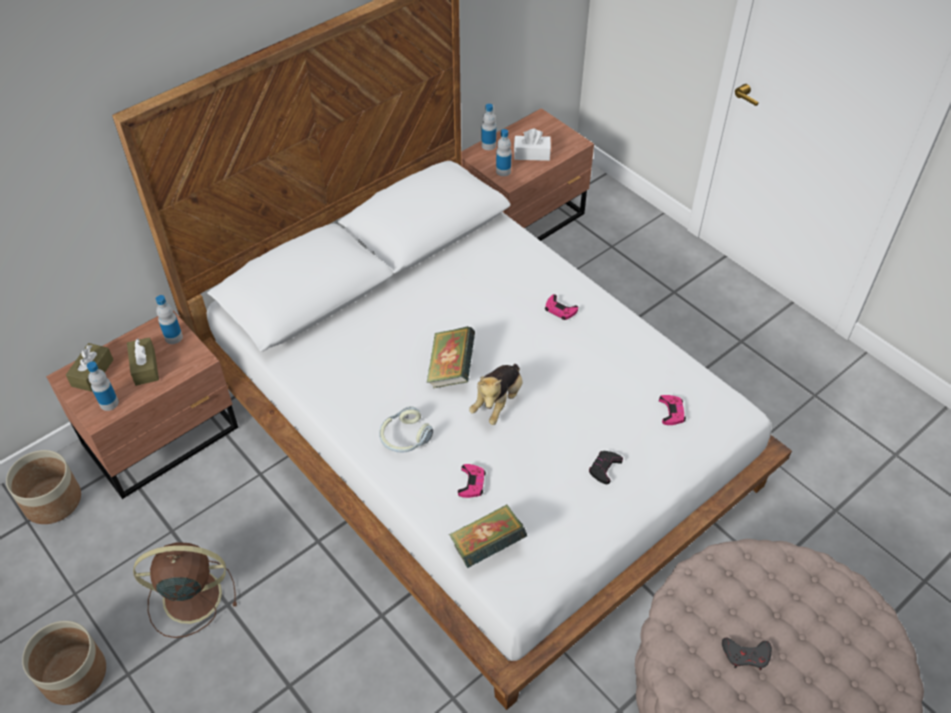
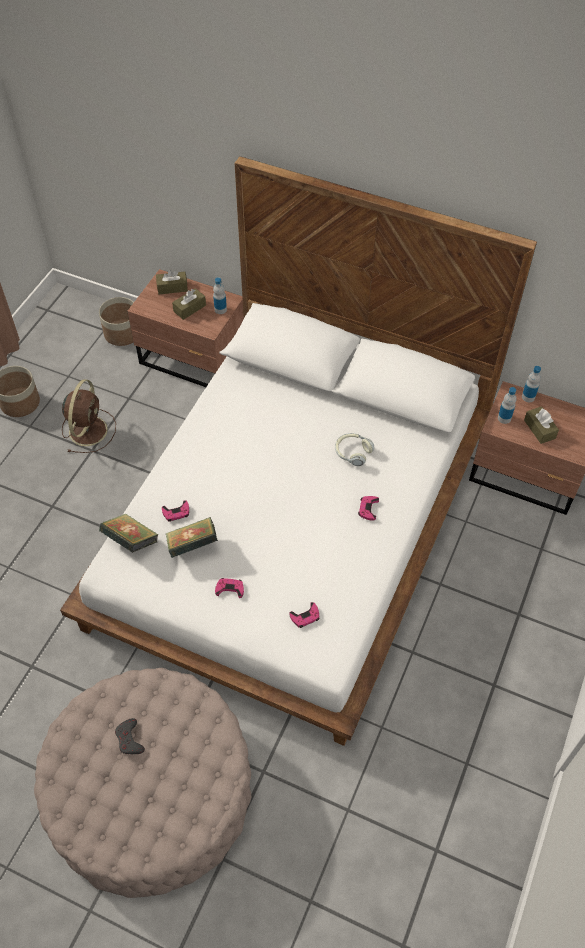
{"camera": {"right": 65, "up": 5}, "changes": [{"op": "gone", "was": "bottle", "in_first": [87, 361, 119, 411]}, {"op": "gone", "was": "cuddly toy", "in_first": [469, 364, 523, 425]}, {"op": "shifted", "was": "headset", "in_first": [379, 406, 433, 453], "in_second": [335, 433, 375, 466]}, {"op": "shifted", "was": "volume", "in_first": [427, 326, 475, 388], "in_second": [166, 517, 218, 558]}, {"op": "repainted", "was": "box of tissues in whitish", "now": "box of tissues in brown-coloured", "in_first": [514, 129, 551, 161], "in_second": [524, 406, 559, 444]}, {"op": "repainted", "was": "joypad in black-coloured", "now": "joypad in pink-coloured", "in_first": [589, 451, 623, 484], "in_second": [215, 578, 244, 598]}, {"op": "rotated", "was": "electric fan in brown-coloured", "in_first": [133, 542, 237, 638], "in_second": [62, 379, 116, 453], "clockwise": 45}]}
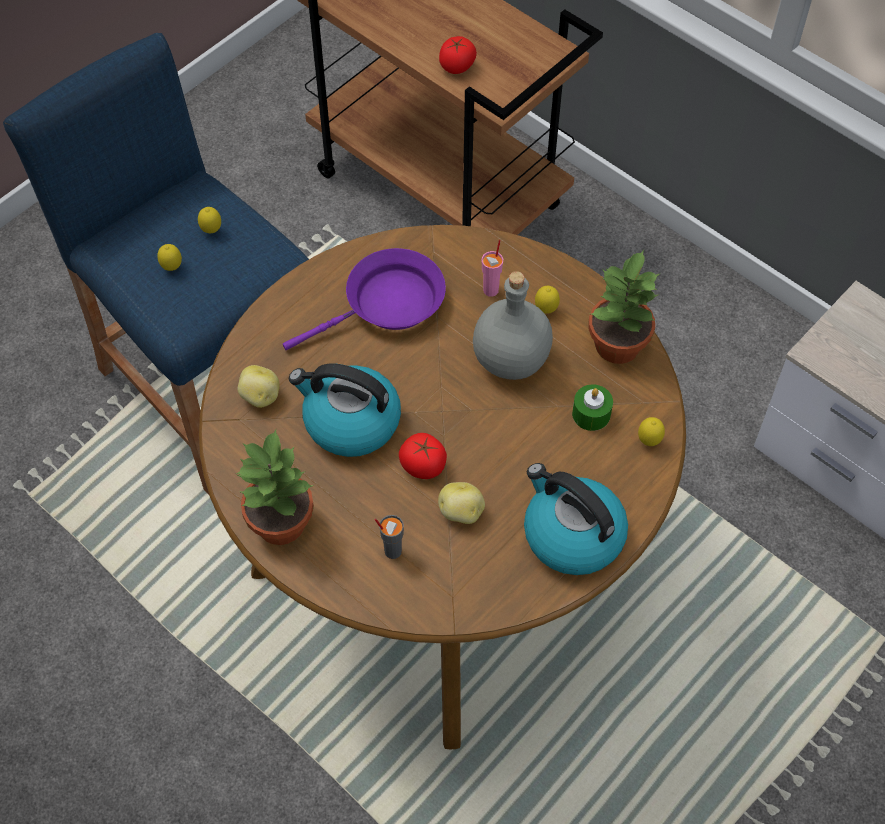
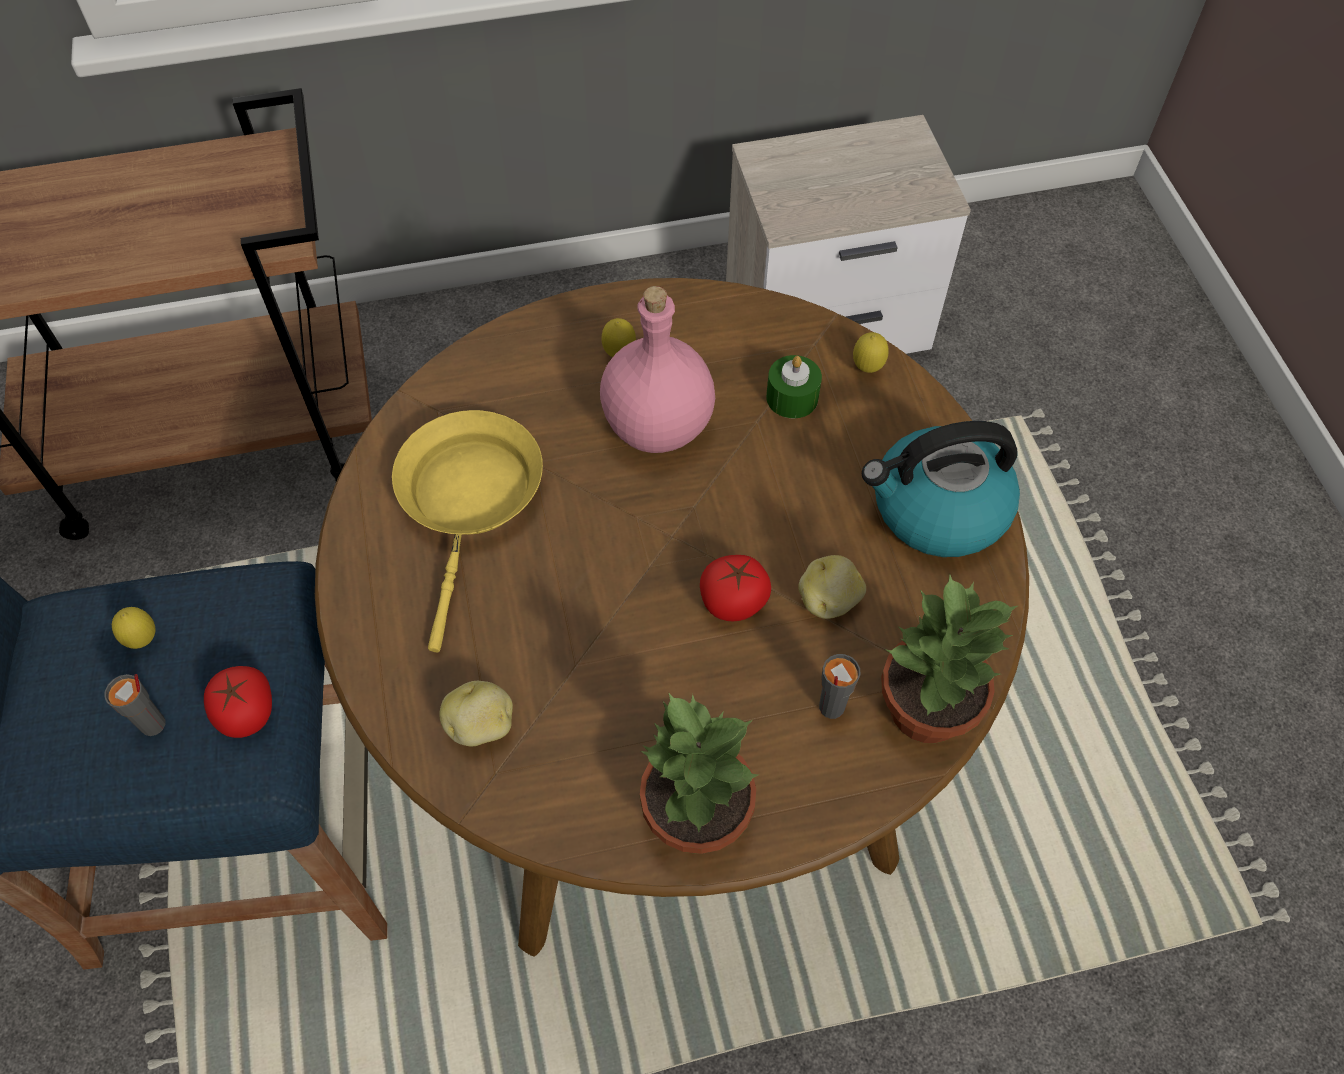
{"camera": {"right": -55, "up": 0}, "changes": [{"op": "gone", "was": "tea kettle", "in_first": [289, 364, 401, 457]}, {"op": "gone", "was": "small cup in pink-coloured", "in_first": [482, 240, 503, 297]}, {"op": "shifted", "was": "fresh tomato", "in_first": [439, 36, 477, 74], "in_second": [204, 666, 272, 738]}, {"op": "shifted", "was": "houseplant", "in_first": [588, 250, 661, 364], "in_second": [881, 574, 1017, 743]}, {"op": "swapped", "was": "whole lemon", "now": "small cup in greyish", "in_first": [157, 244, 182, 271], "in_second": [104, 674, 166, 736]}, {"op": "repainted", "was": "skillet in purple", "now": "skillet in yellow", "in_first": [283, 248, 446, 350], "in_second": [392, 410, 543, 653]}, {"op": "repainted", "was": "bottle in greyish", "now": "bottle in pink-coloured", "in_first": [473, 271, 553, 380], "in_second": [600, 286, 715, 453]}]}
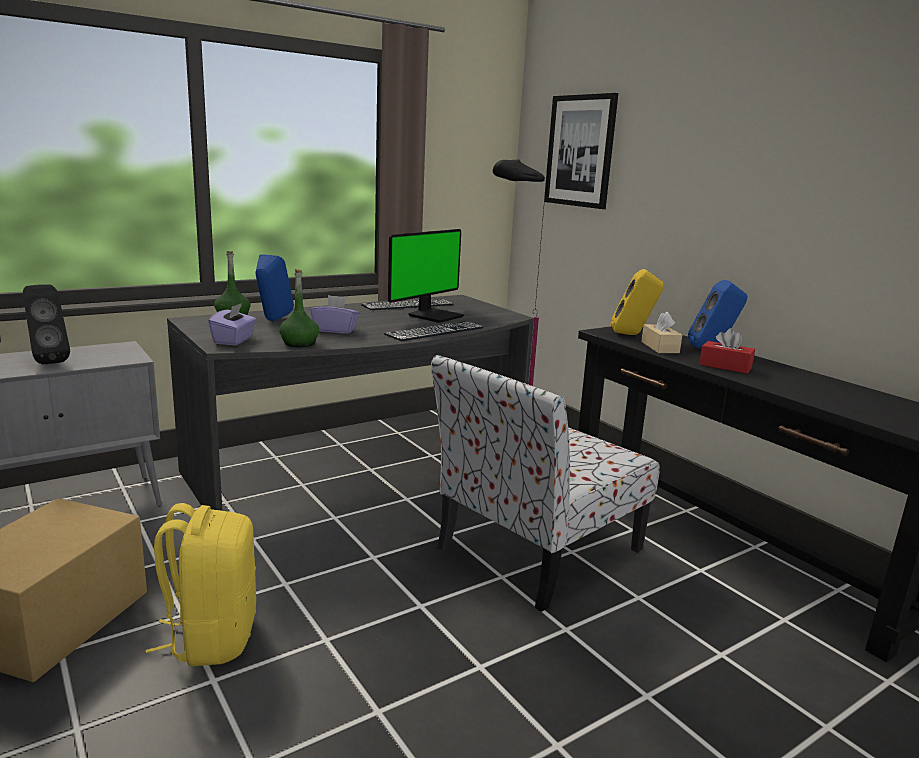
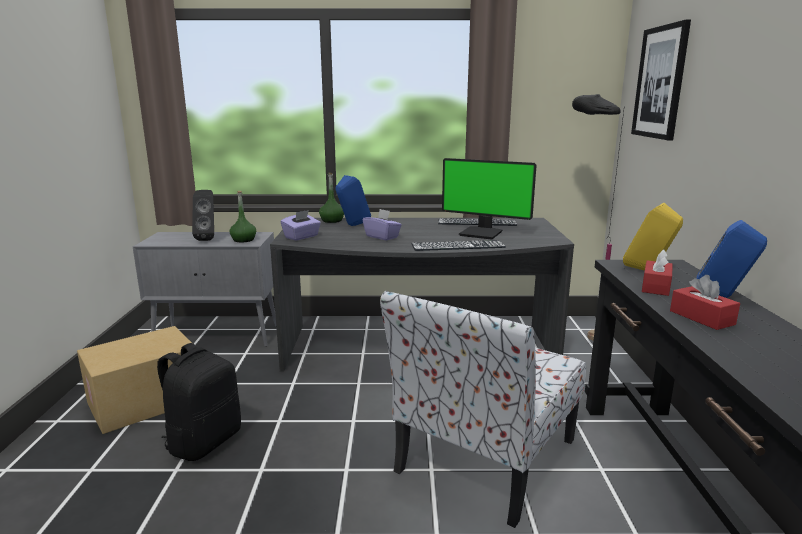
{"camera": {"right": 35, "up": 0}, "changes": [{"op": "shifted", "was": "bottle in greenish", "in_first": [279, 269, 319, 347], "in_second": [230, 191, 256, 242]}, {"op": "repainted", "was": "rucksack in yellow", "now": "rucksack in black-coloured", "in_first": [146, 503, 256, 666], "in_second": [157, 343, 241, 461]}, {"op": "repainted", "was": "box of tissues in beige-coloured", "now": "box of tissues in red", "in_first": [641, 312, 682, 353], "in_second": [642, 249, 673, 296]}, {"op": "rotated", "was": "monitor", "in_first": [388, 229, 464, 323], "in_second": [442, 158, 537, 240], "clockwise": 45}, {"op": "rotated", "was": "plain chair", "in_first": [431, 355, 660, 612], "in_second": [380, 291, 586, 528], "clockwise": -45}]}
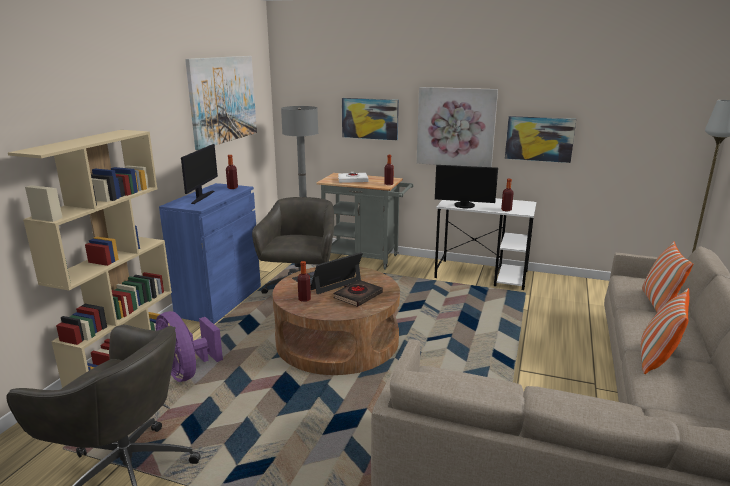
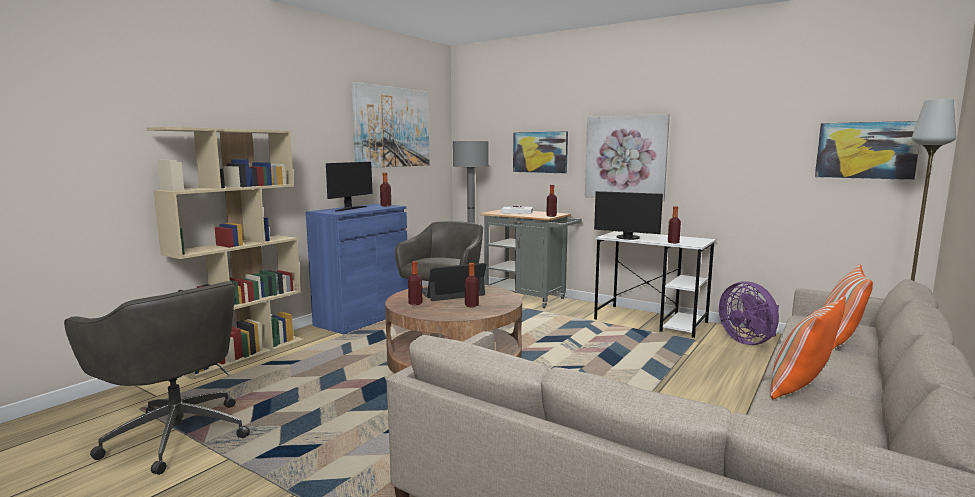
{"camera": {"right": 15, "up": -10}, "changes": [{"op": "shifted", "was": "electric fan in purple", "in_first": [155, 311, 223, 382], "in_second": [719, 281, 779, 345]}, {"op": "shifted", "was": "picture", "in_first": [505, 116, 576, 163], "in_second": [815, 121, 919, 180]}, {"op": "swapped", "was": "volume in black-coloured", "now": "bottle", "in_first": [333, 280, 383, 307], "in_second": [465, 263, 479, 307]}]}
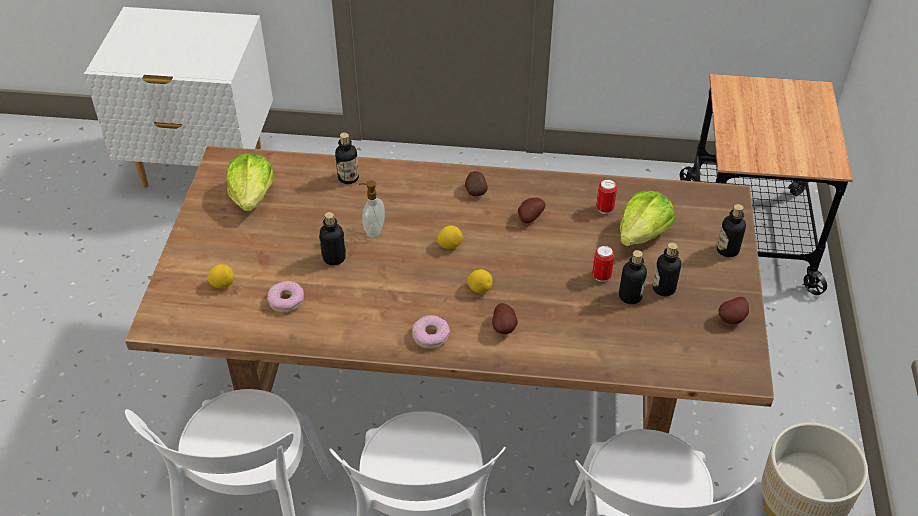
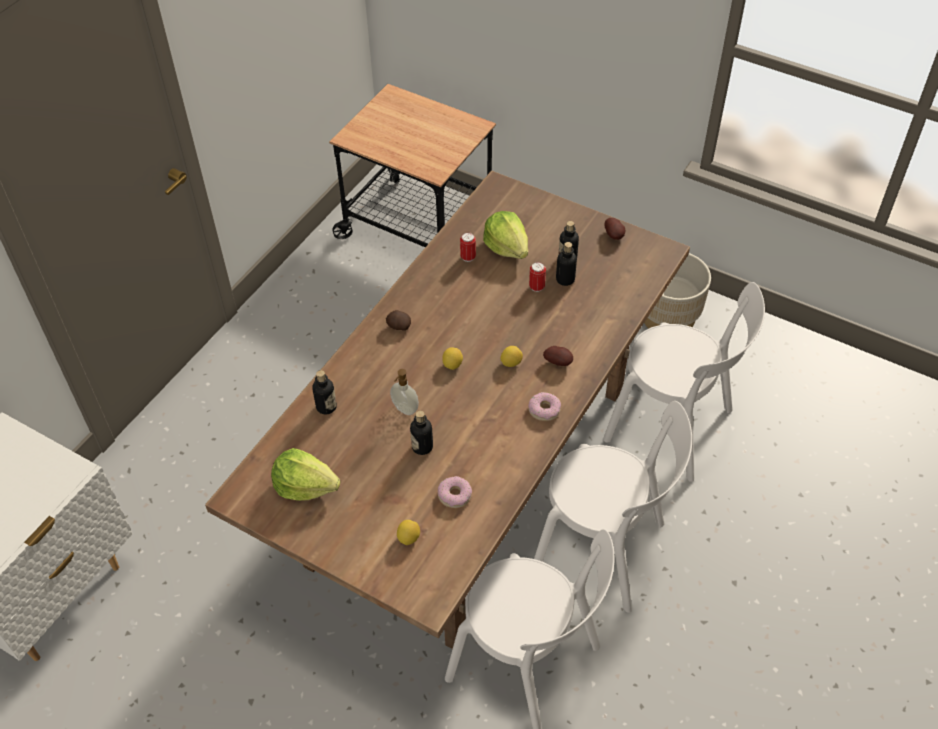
{"camera": {"right": -65, "up": 5}, "changes": [{"op": "gone", "was": "potato", "in_first": [518, 198, 545, 224]}, {"op": "gone", "was": "bottle", "in_first": [717, 204, 746, 257]}]}
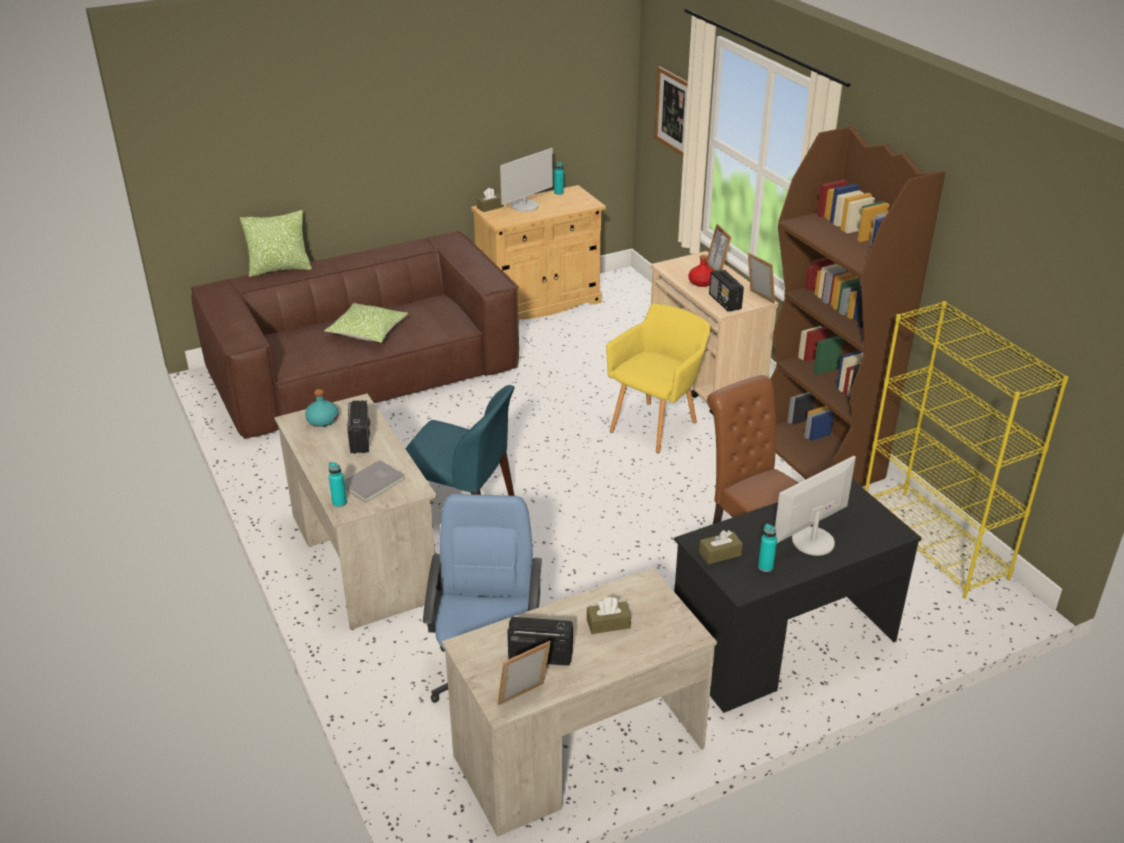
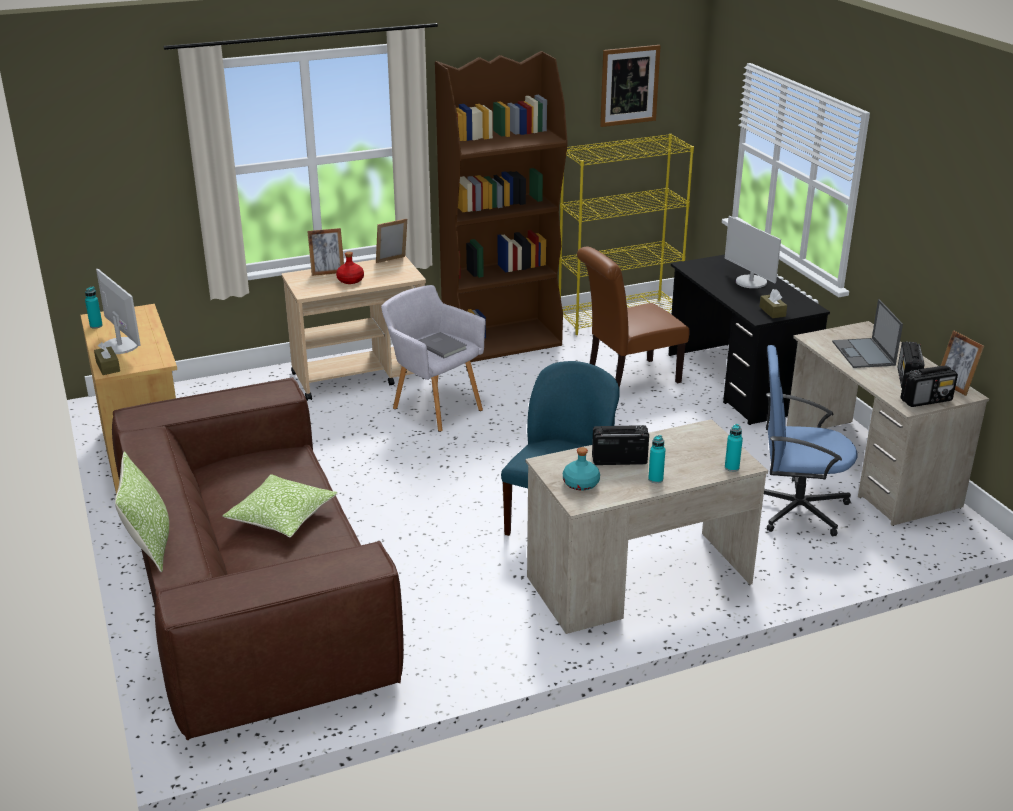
{"camera": {"right": -85, "up": -5}, "changes": [{"op": "shifted", "was": "volume in greyish", "in_first": [344, 460, 404, 503], "in_second": [418, 332, 467, 358]}, {"op": "shifted", "was": "picture", "in_first": [654, 66, 688, 156], "in_second": [600, 45, 661, 127]}, {"op": "shifted", "was": "radio set", "in_first": [709, 269, 744, 312], "in_second": [900, 366, 958, 407]}, {"op": "shifted", "was": "bottle in turquoise-coloured", "in_first": [758, 524, 777, 572], "in_second": [648, 435, 665, 483]}, {"op": "swapped", "was": "box of tissues in brown-coloured", "now": "portable computer", "in_first": [587, 597, 631, 634], "in_second": [832, 299, 903, 368]}, {"op": "repainted", "was": "easy chair in yellow", "now": "easy chair in greyish", "in_first": [606, 304, 711, 453], "in_second": [381, 285, 486, 432]}]}
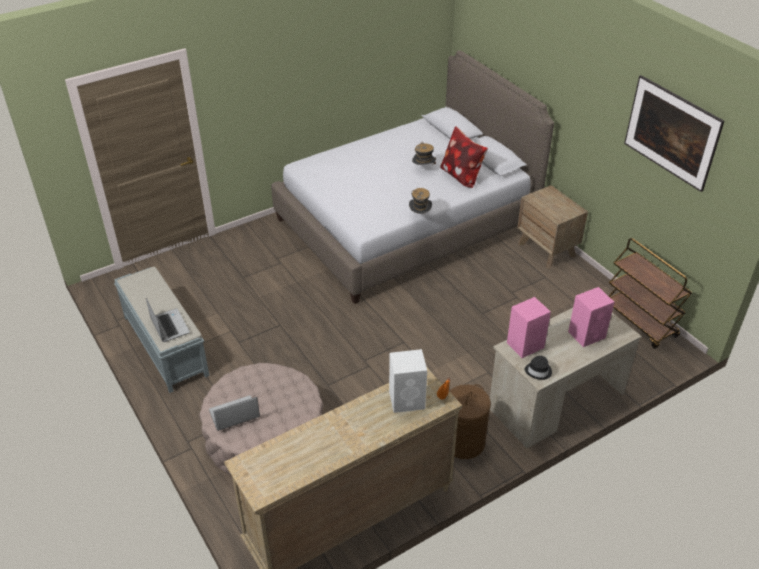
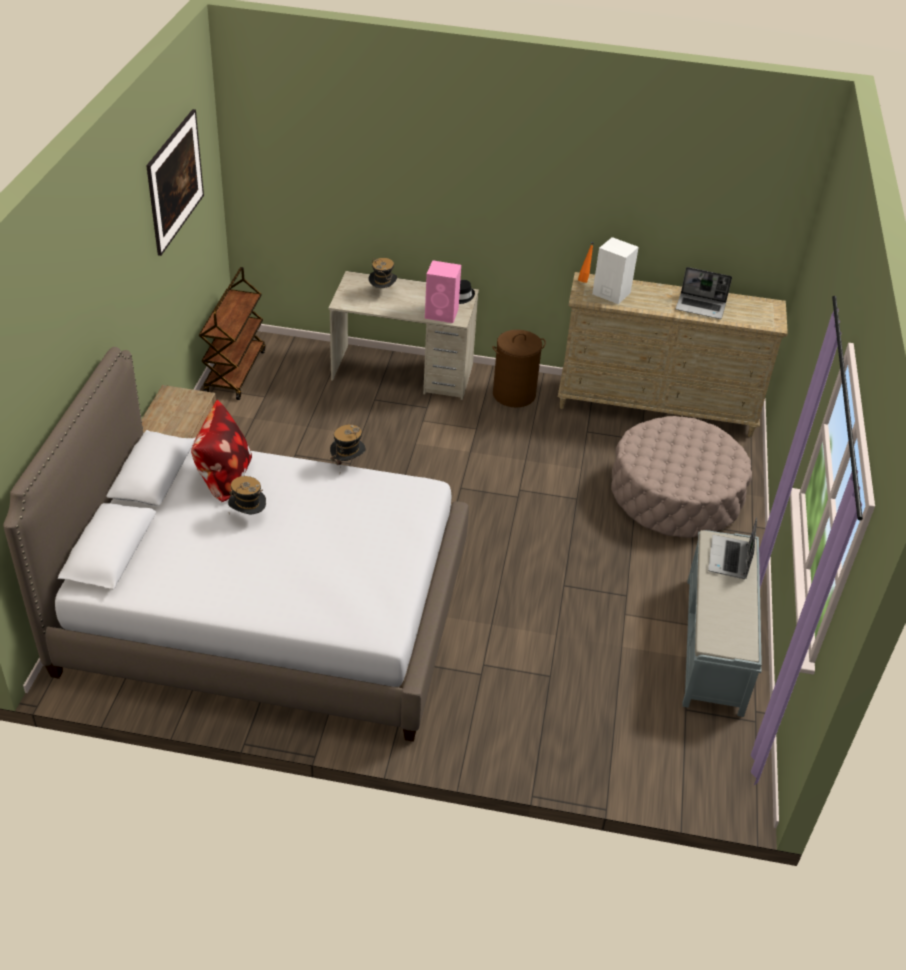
{"camera": {"right": -140, "up": 0}, "changes": [{"op": "shifted", "was": "portable computer", "in_first": [209, 395, 260, 431], "in_second": [675, 267, 732, 319]}, {"op": "swapped", "was": "audio speaker in pink-coloured", "now": "hat", "in_first": [568, 287, 614, 347], "in_second": [369, 258, 397, 288]}]}
